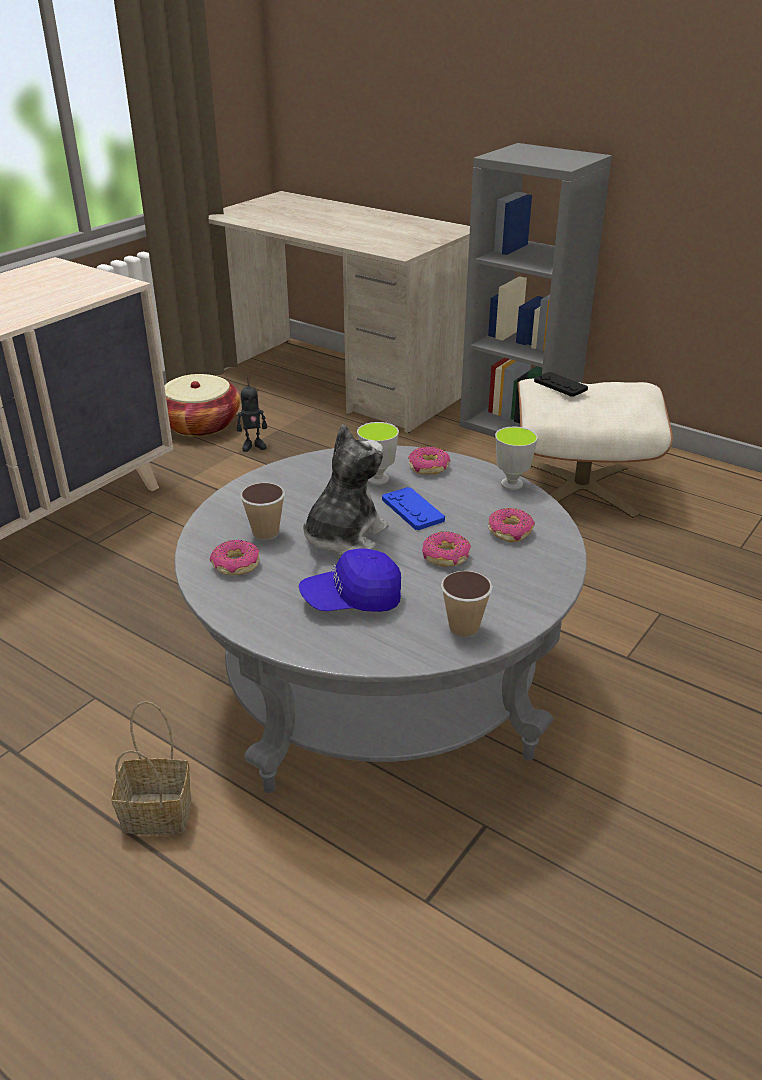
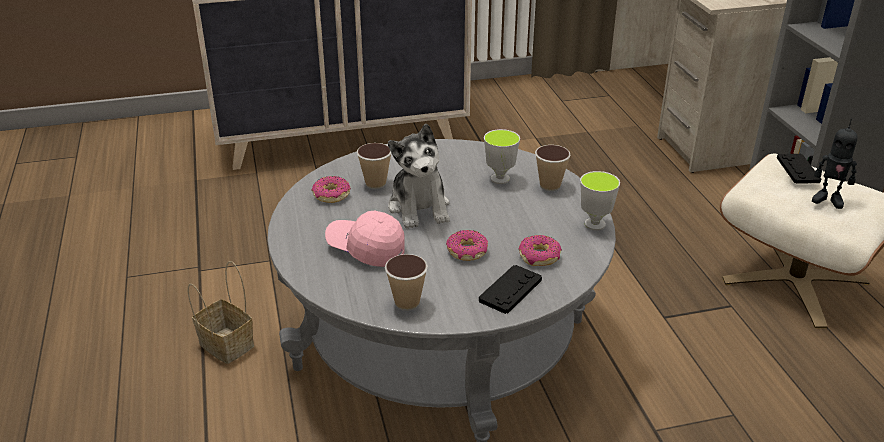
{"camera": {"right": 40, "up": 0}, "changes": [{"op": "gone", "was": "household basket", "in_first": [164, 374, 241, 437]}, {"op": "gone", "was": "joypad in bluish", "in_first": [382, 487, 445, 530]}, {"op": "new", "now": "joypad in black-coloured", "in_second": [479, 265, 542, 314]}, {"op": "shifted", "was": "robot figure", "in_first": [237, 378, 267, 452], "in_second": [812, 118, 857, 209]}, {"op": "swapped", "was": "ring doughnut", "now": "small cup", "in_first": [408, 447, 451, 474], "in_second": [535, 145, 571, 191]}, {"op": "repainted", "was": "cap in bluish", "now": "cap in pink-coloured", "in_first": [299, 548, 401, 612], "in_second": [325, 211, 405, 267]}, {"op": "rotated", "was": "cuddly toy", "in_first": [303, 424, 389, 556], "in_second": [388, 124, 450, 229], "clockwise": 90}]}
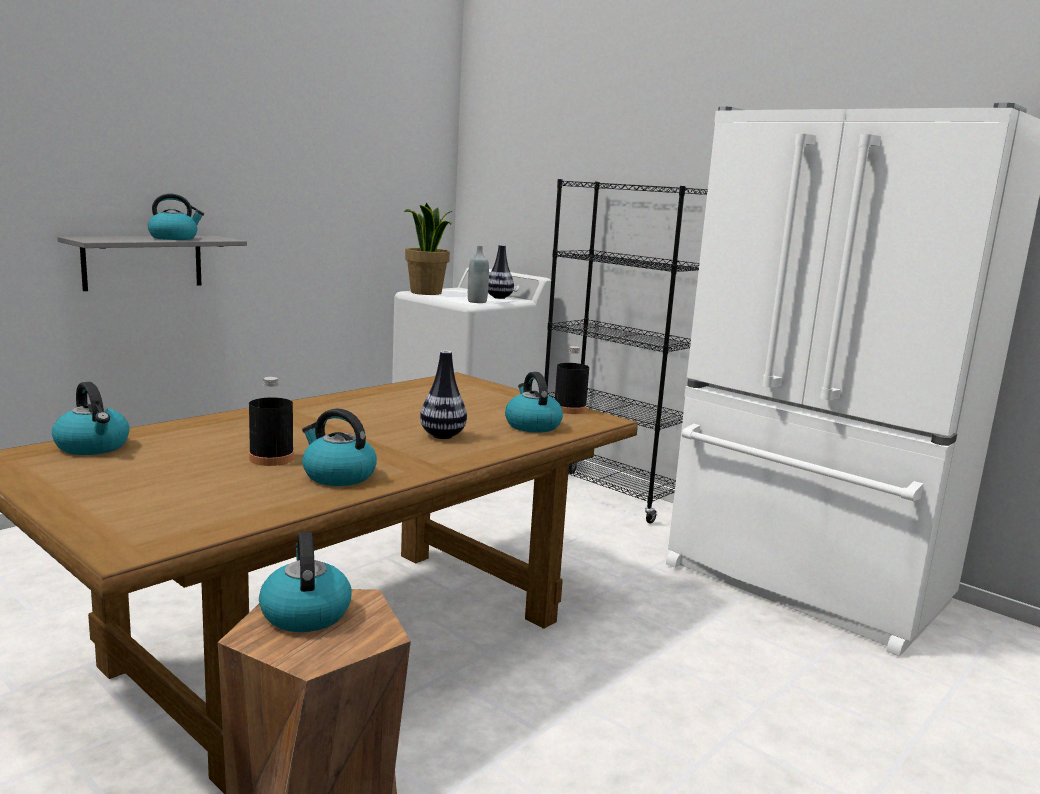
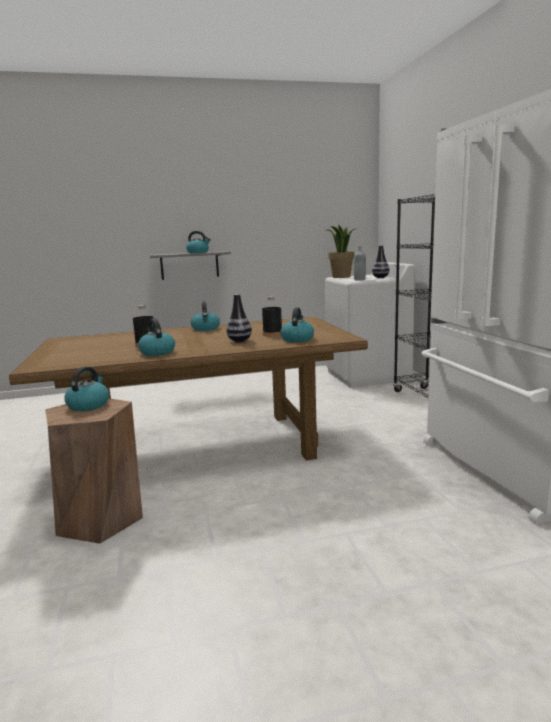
{"camera": {"right": 35, "up": 0}, "changes": [{"op": "shifted", "was": "tea kettle", "in_first": [52, 382, 130, 455], "in_second": [191, 301, 220, 331]}, {"op": "shifted", "was": "bottle in black-coloured", "in_first": [555, 346, 589, 414], "in_second": [262, 296, 282, 337]}]}
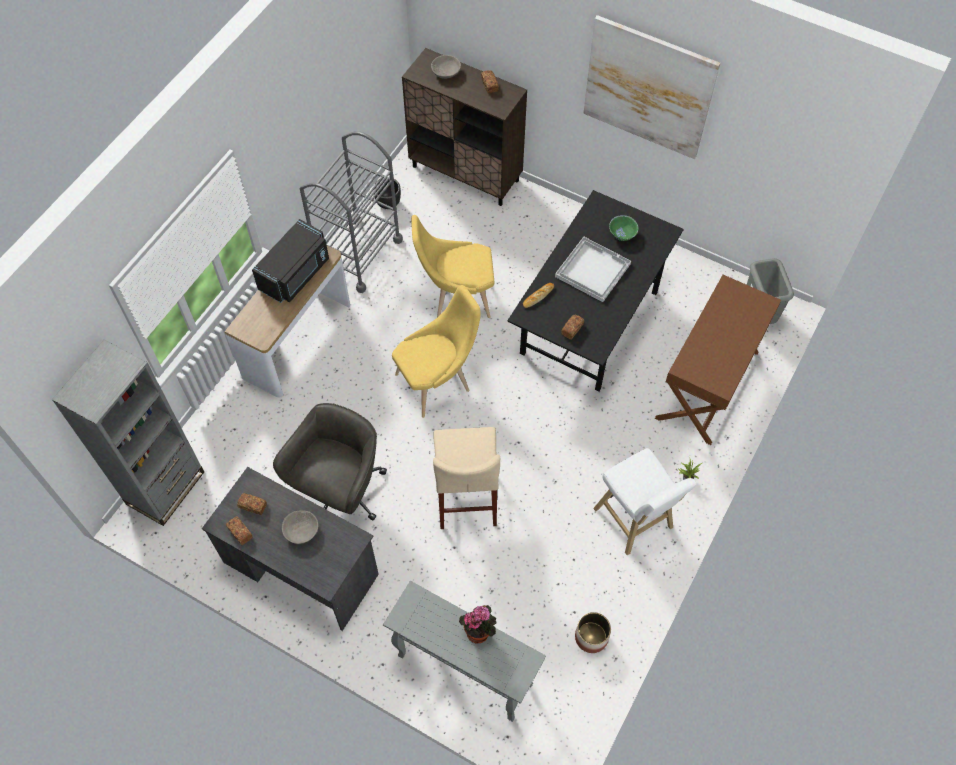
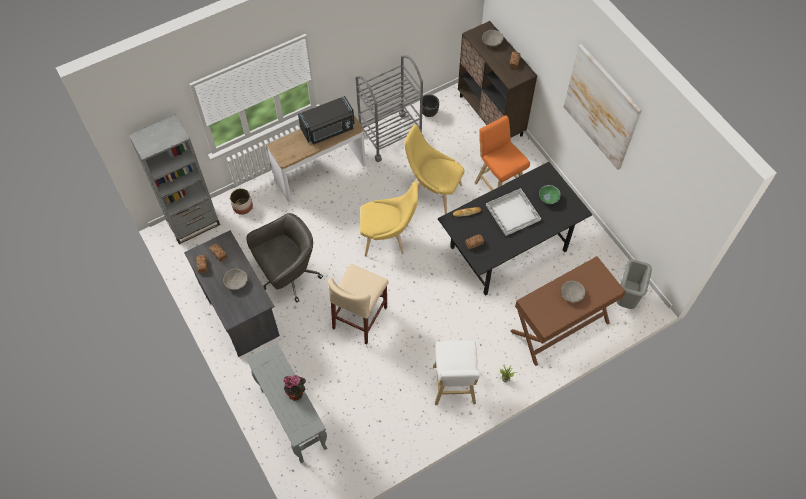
{"camera": {"right": 30, "up": 0}, "changes": [{"op": "new", "now": "sitting stool in orange-coloured", "in_second": [474, 115, 530, 191]}, {"op": "new", "now": "deep dish in greyish", "in_second": [561, 281, 585, 302]}, {"op": "shifted", "was": "planter", "in_first": [575, 612, 611, 653], "in_second": [230, 188, 253, 215]}]}
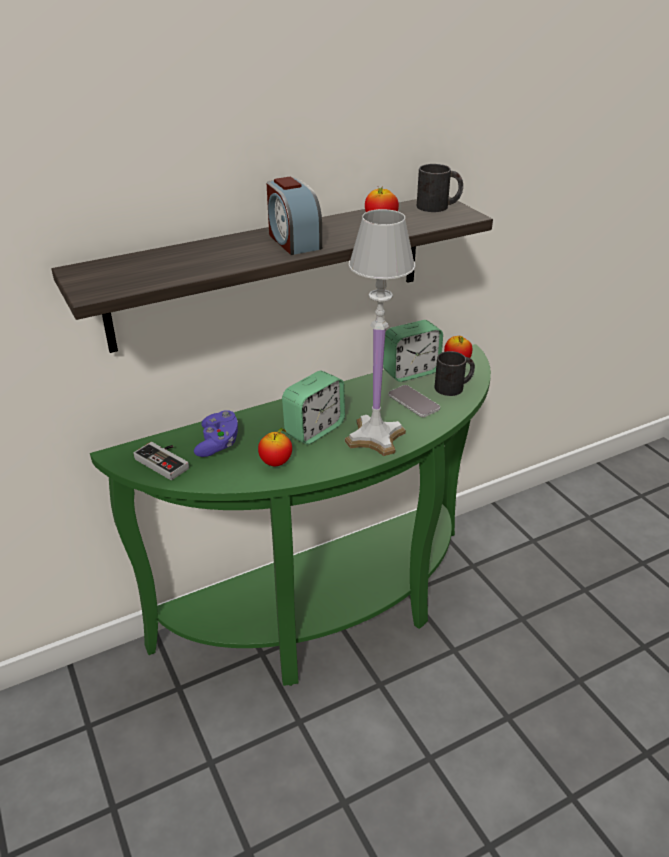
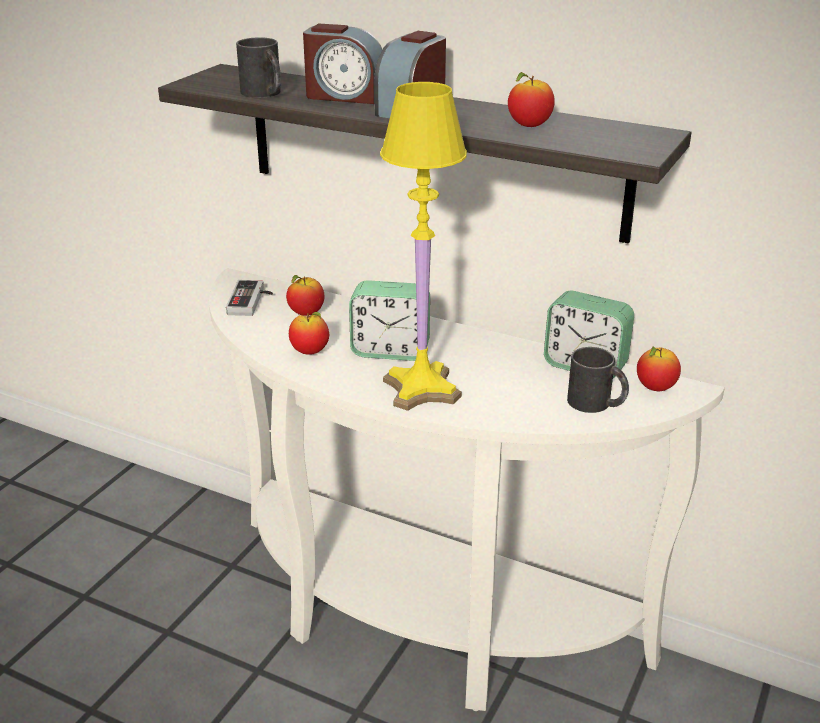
{"camera": {"right": 55, "up": -5}, "changes": [{"op": "gone", "was": "phone", "in_first": [388, 385, 440, 417]}, {"op": "new", "now": "alarm clock", "in_second": [303, 23, 382, 104]}, {"op": "shifted", "was": "coffee mug in black-coloured", "in_first": [417, 164, 463, 212], "in_second": [236, 37, 281, 98]}, {"op": "swapped", "was": "joypad in purple", "now": "apple", "in_first": [194, 410, 238, 457], "in_second": [286, 275, 324, 316]}, {"op": "repainted", "was": "console table in greenish", "now": "console table in whitish", "in_first": [90, 344, 491, 686], "in_second": [209, 268, 725, 711]}, {"op": "repainted", "was": "tabletop lamp in whitish", "now": "tabletop lamp in yellow", "in_first": [345, 209, 415, 456], "in_second": [380, 82, 467, 411]}]}
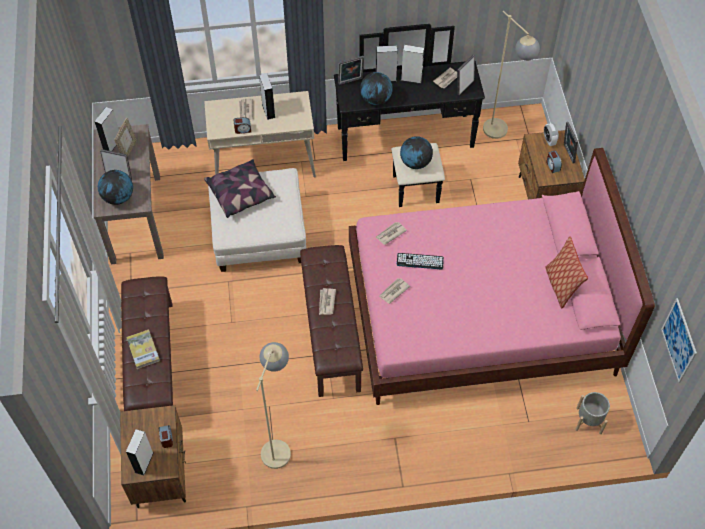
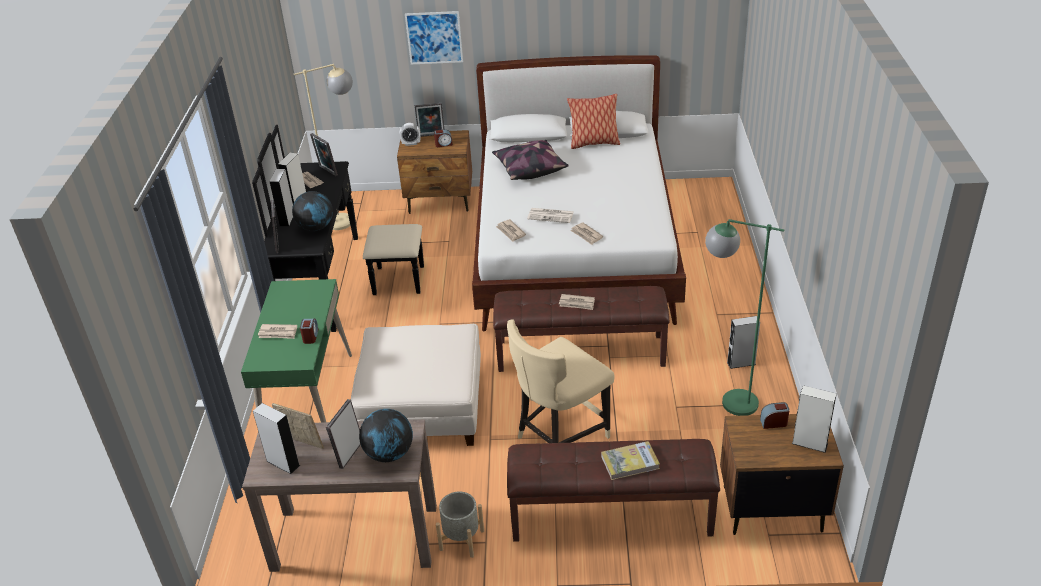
{"camera": {"right": -80, "up": -20}, "changes": [{"op": "gone", "was": "globe", "in_first": [400, 136, 433, 169]}, {"op": "new", "now": "plain chair in beige-coloured", "in_second": [507, 320, 615, 443]}, {"op": "shifted", "was": "cushion", "in_first": [204, 159, 276, 218], "in_second": [492, 140, 569, 180]}, {"op": "shifted", "was": "audio speaker in greyish", "in_first": [259, 74, 275, 120], "in_second": [727, 316, 760, 369]}, {"op": "shifted", "was": "planter in greyish", "in_first": [575, 392, 610, 434], "in_second": [436, 492, 484, 558]}, {"op": "shifted", "was": "picture", "in_first": [661, 298, 697, 383], "in_second": [405, 11, 463, 64]}, {"op": "swapped", "was": "keyboard", "now": "daily paper", "in_first": [397, 253, 444, 269], "in_second": [527, 208, 574, 223]}, {"op": "repainted", "was": "desk table in beige-coloured", "now": "desk table in greenish", "in_first": [204, 91, 316, 178], "in_second": [241, 279, 352, 423]}, {"op": "repainted", "was": "standard lamp in beige-coloured", "now": "standard lamp in greenish", "in_first": [256, 342, 291, 469], "in_second": [705, 219, 784, 416]}, {"op": "repainted", "was": "bedroom bed in pink-coloured", "now": "bedroom bed in whitish", "in_first": [349, 148, 655, 405], "in_second": [472, 55, 686, 331]}]}
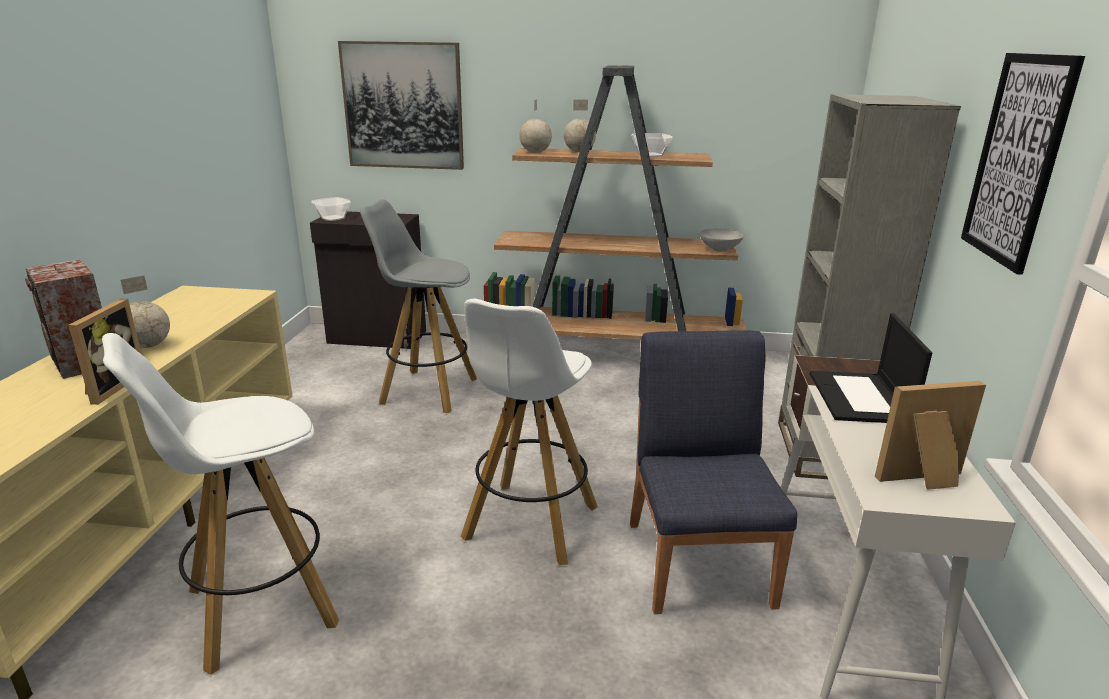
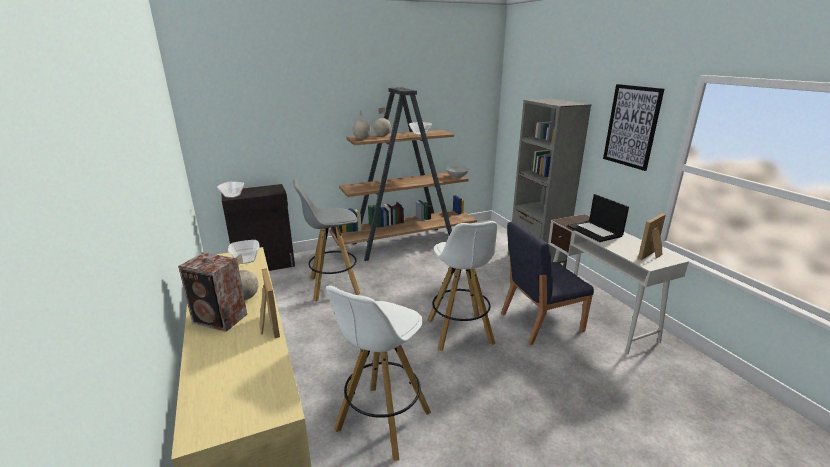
{"camera": {"right": -30, "up": 0}, "changes": [{"op": "gone", "was": "picture", "in_first": [338, 41, 464, 170]}, {"op": "new", "now": "deep dish", "in_second": [228, 240, 260, 264]}, {"op": "rotated", "was": "plain chair in bluish", "in_first": [630, 330, 797, 614], "in_second": [501, 222, 594, 345], "clockwise": -75}]}
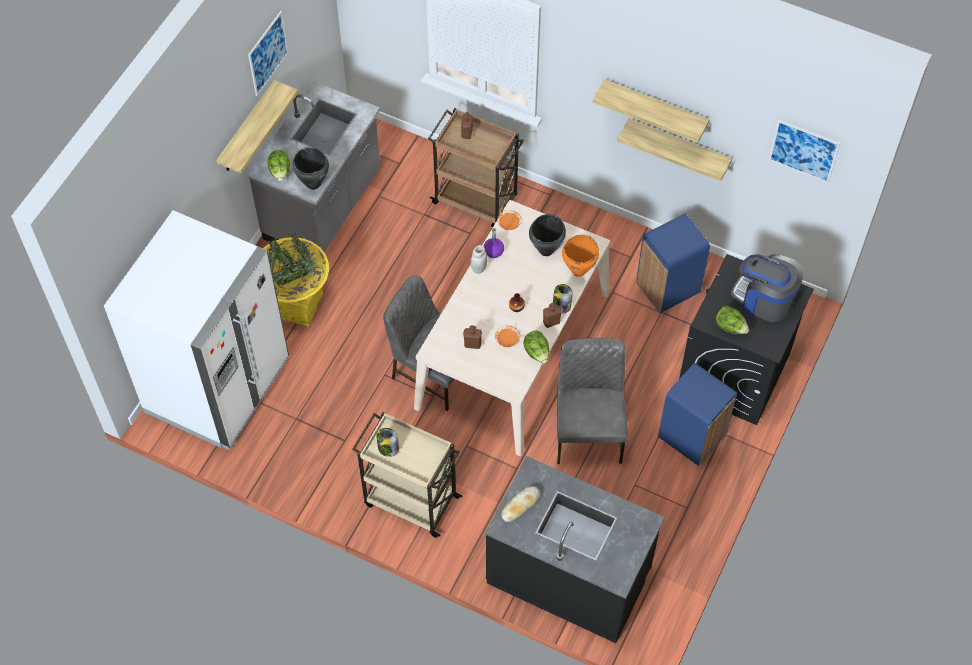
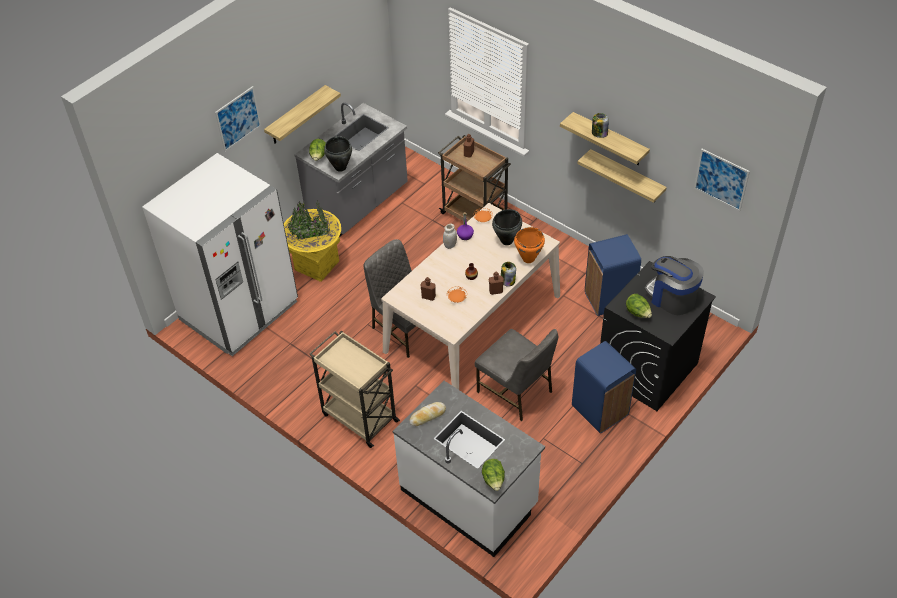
{"camera": {"right": 15, "up": -10}, "changes": [{"op": "shifted", "was": "picture", "in_first": [248, 11, 288, 96], "in_second": [215, 86, 261, 152]}, {"op": "shifted", "was": "preserve jar", "in_first": [377, 428, 399, 457], "in_second": [592, 113, 609, 138]}, {"op": "shifted", "was": "lettuce head", "in_first": [524, 331, 549, 364], "in_second": [482, 459, 505, 491]}, {"op": "repainted", "was": "kitchen counter in black-coloured", "now": "kitchen counter in whitish", "in_first": [485, 456, 665, 643], "in_second": [393, 381, 545, 557]}, {"op": "rotated", "was": "plain chair in greyish", "in_first": [557, 338, 628, 464], "in_second": [475, 329, 558, 421], "clockwise": 120}]}
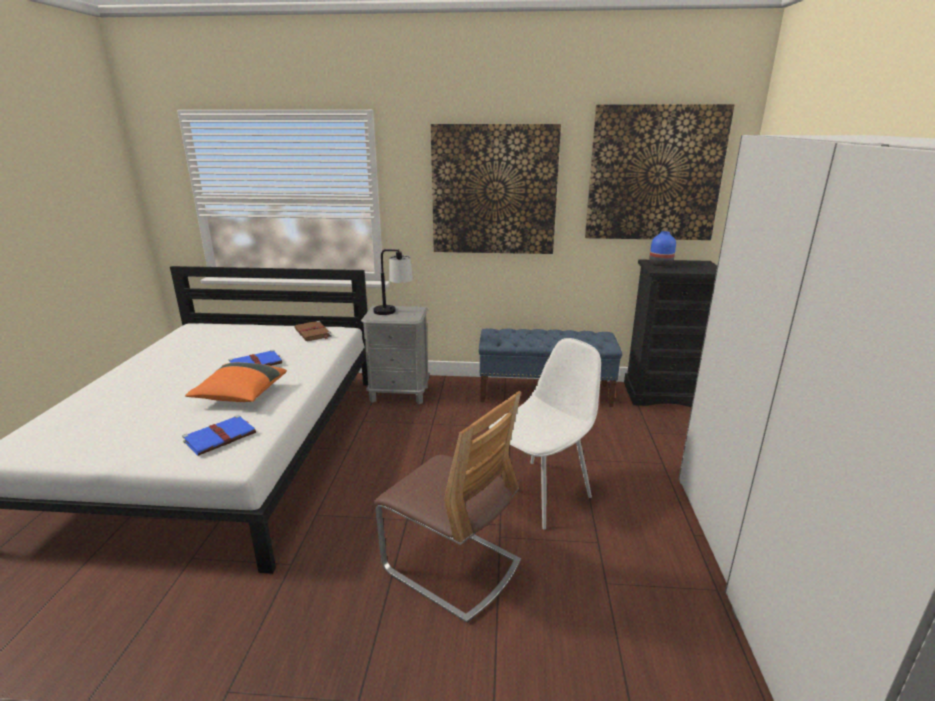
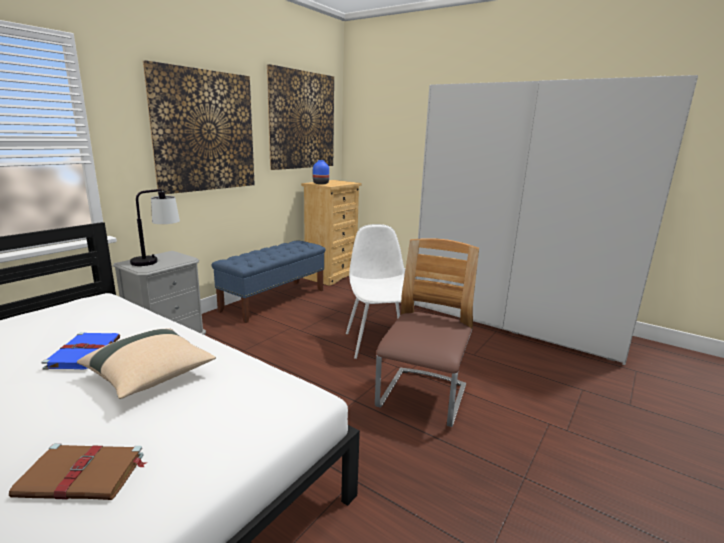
{"camera": {"right": -60, "up": -5}, "changes": [{"op": "gone", "was": "volume in bluish", "in_first": [182, 415, 256, 456]}, {"op": "shifted", "was": "volume in brown-coloured", "in_first": [295, 321, 332, 341], "in_second": [9, 443, 148, 500]}, {"op": "repainted", "was": "cushion in orange-coloured", "now": "cushion in beige-coloured", "in_first": [185, 362, 287, 402], "in_second": [77, 328, 216, 399]}, {"op": "repainted", "was": "chest of drawers in black-coloured", "now": "chest of drawers in beige-coloured", "in_first": [624, 259, 717, 407], "in_second": [301, 180, 362, 286]}, {"op": "rotated", "was": "plain chair", "in_first": [374, 391, 521, 623], "in_second": [375, 238, 479, 427], "clockwise": -45}]}
